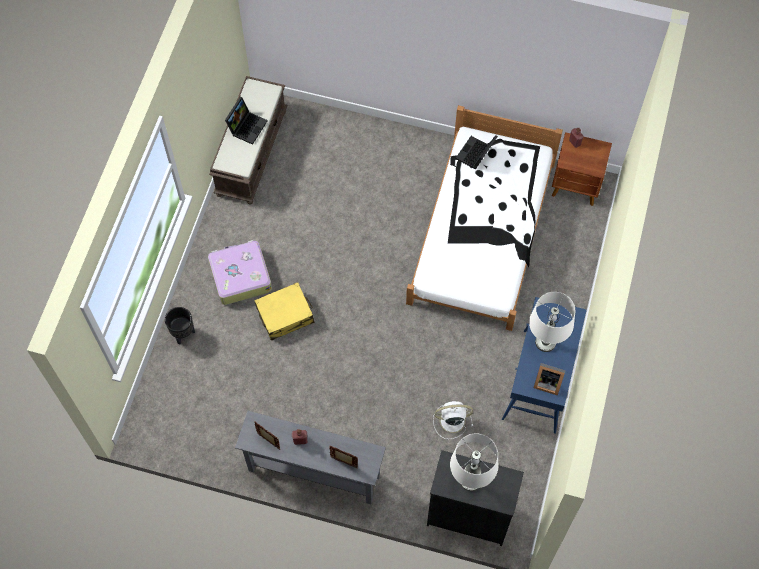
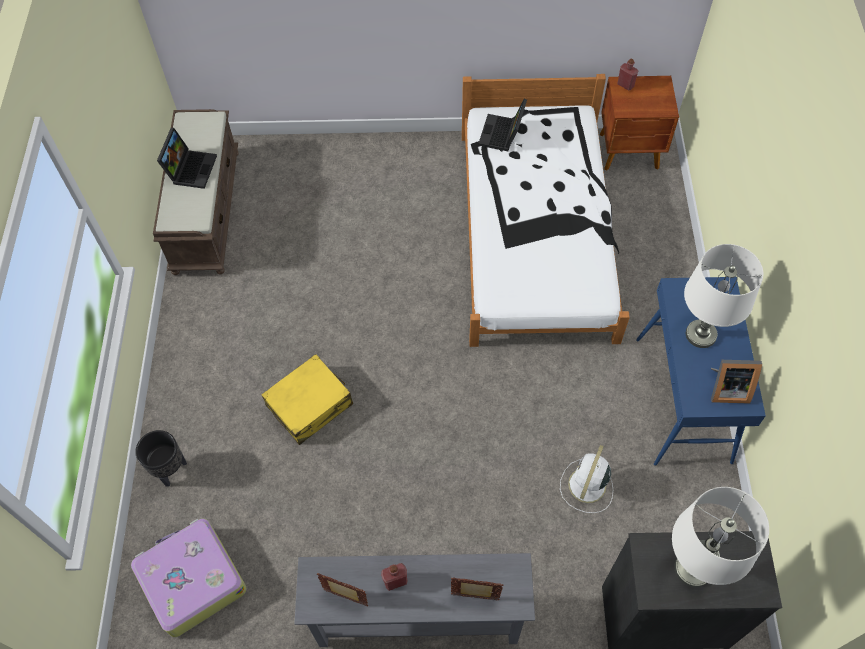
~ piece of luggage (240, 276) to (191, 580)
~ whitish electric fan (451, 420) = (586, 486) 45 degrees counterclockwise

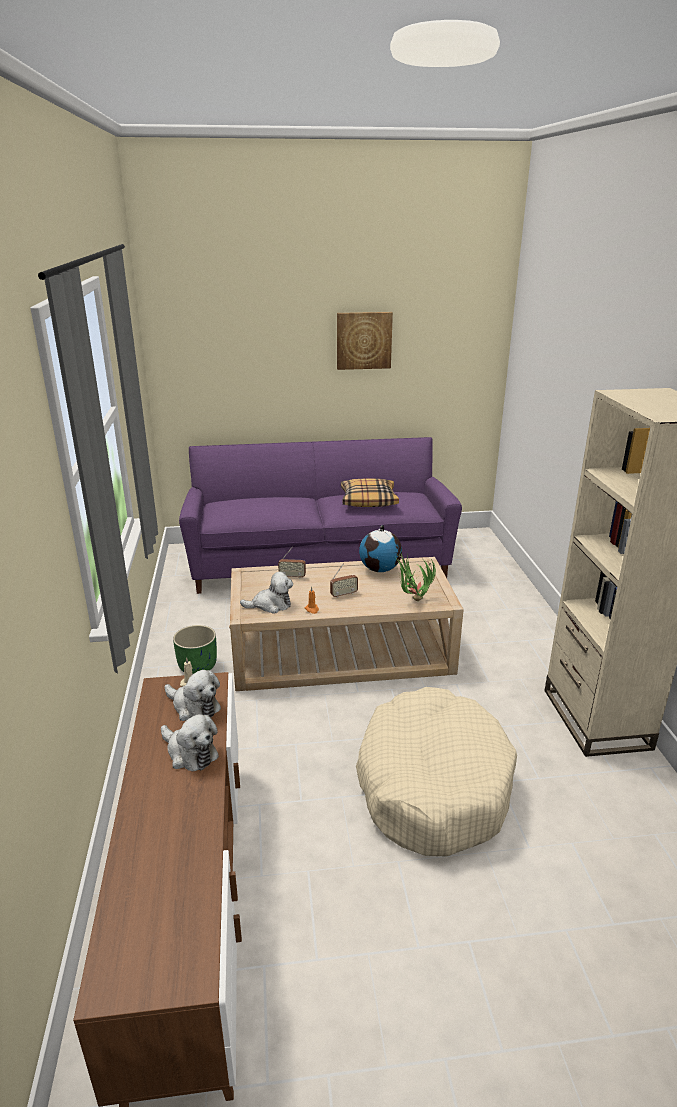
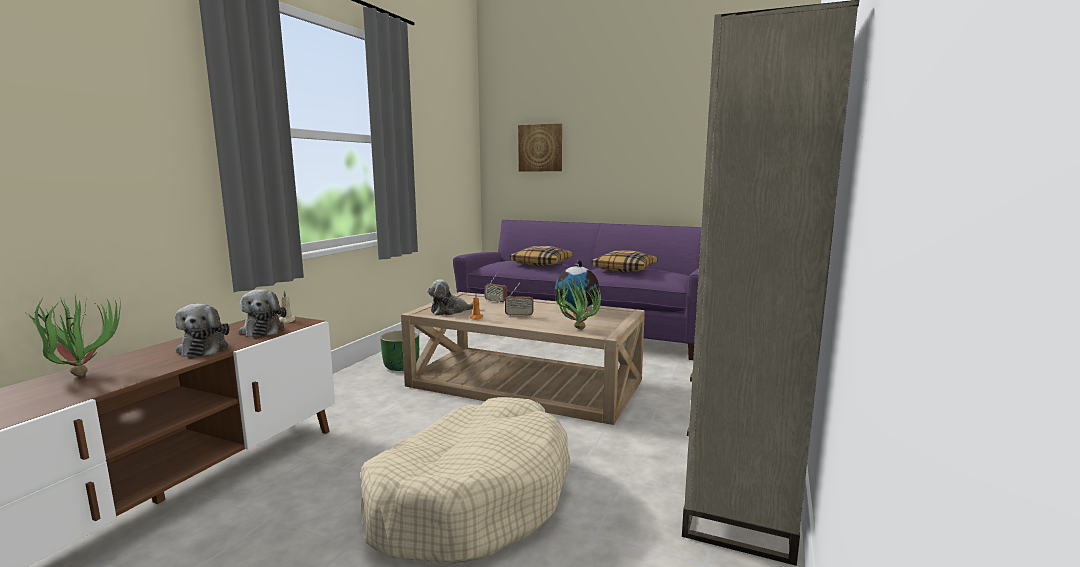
+ houseplant (81, 373)
+ pillow (542, 263)
~ wall picture (364, 340) to (540, 148)
~ cuddly toy (271, 605) = (450, 311) 135 degrees clockwise

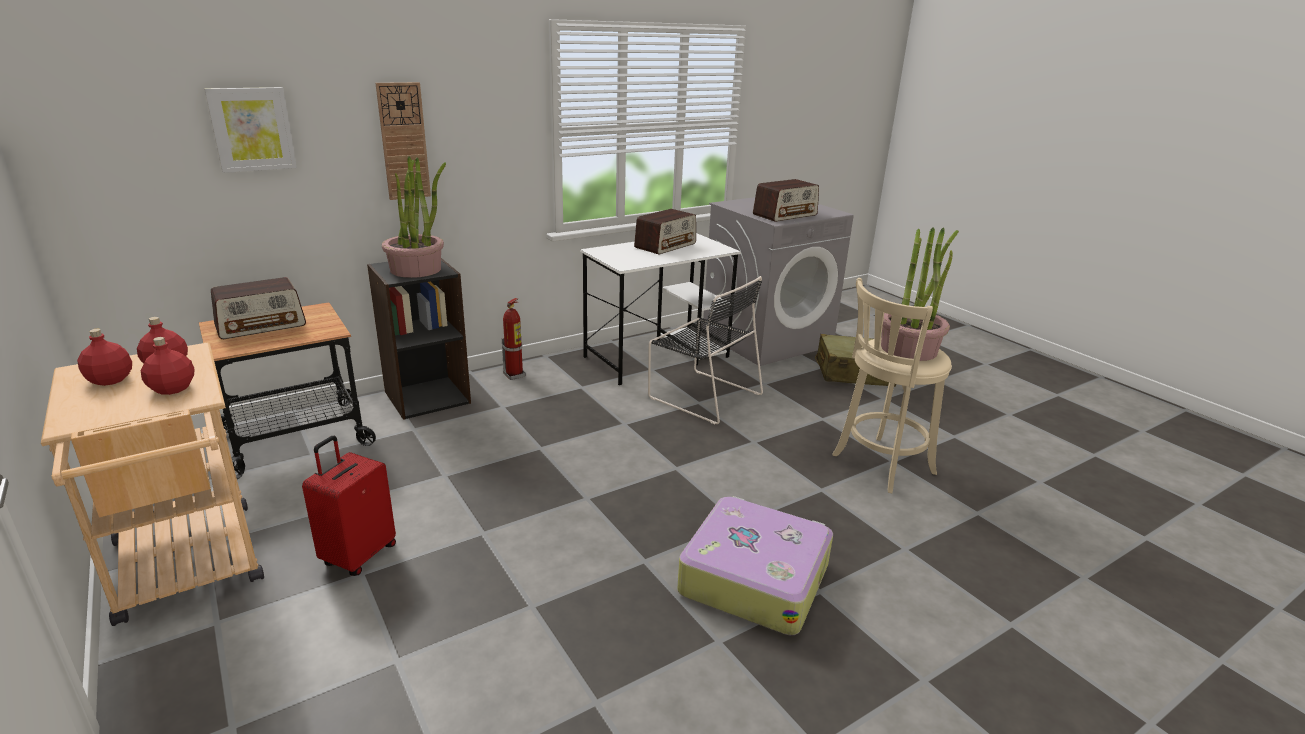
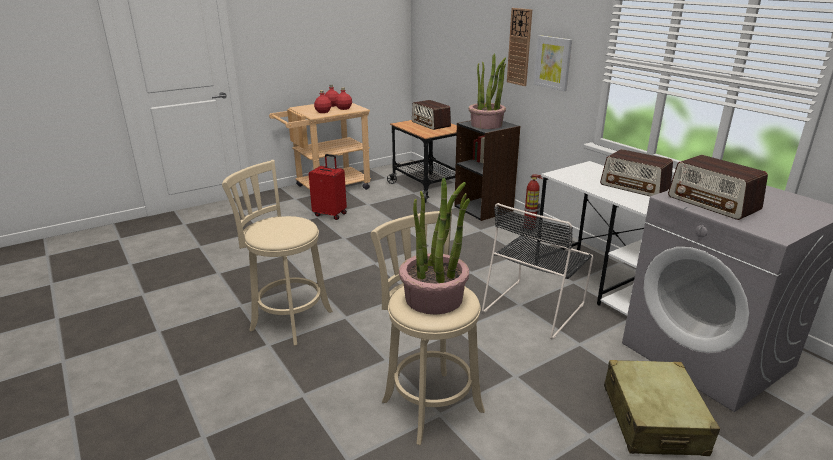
~ wall picture (252, 129) to (553, 62)
~ piece of luggage (753, 577) to sand-coloured stool seat (288, 319)

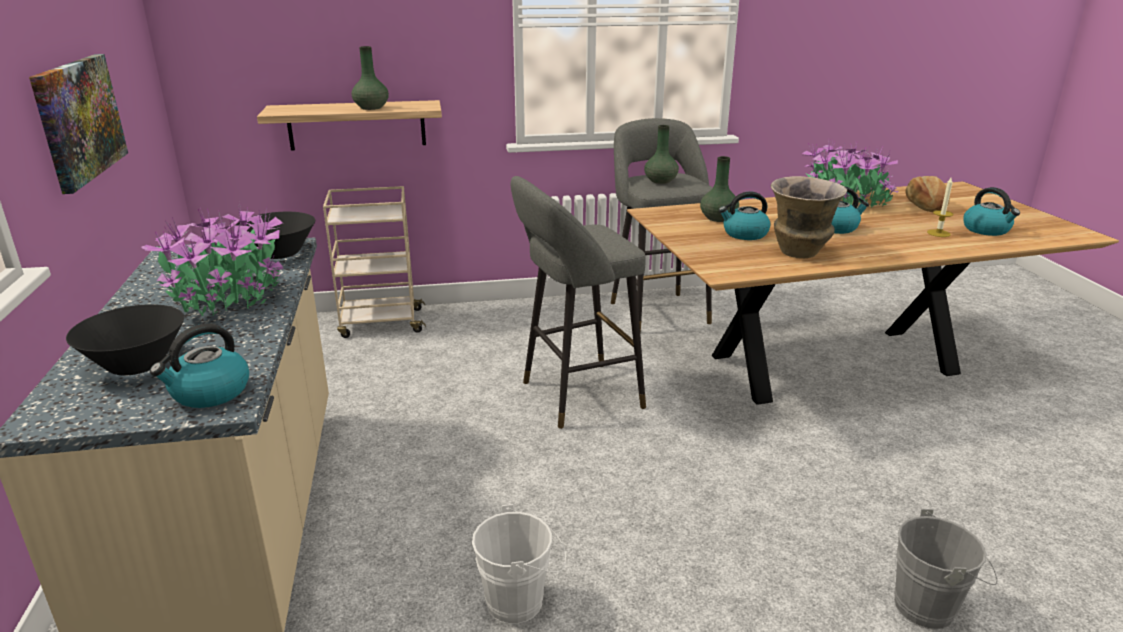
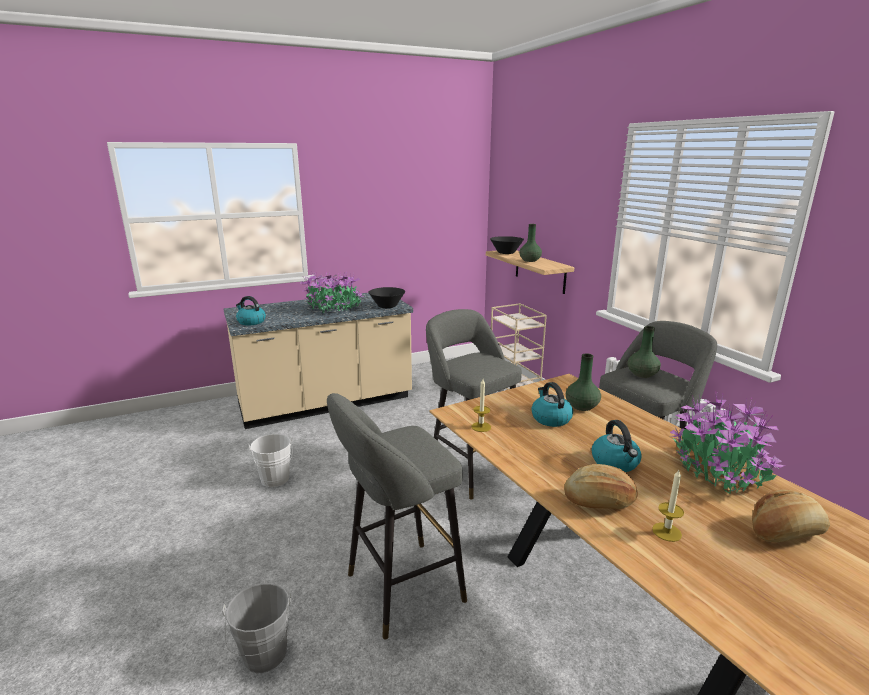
- wall picture (79, 119)
- decorative vase (800, 253)
- water kettle (987, 230)
+ greyish stool seat (398, 590)
+ wax light (481, 427)
+ bakery bread (599, 501)
~ black-coloured deep dish (137, 365) to (506, 253)

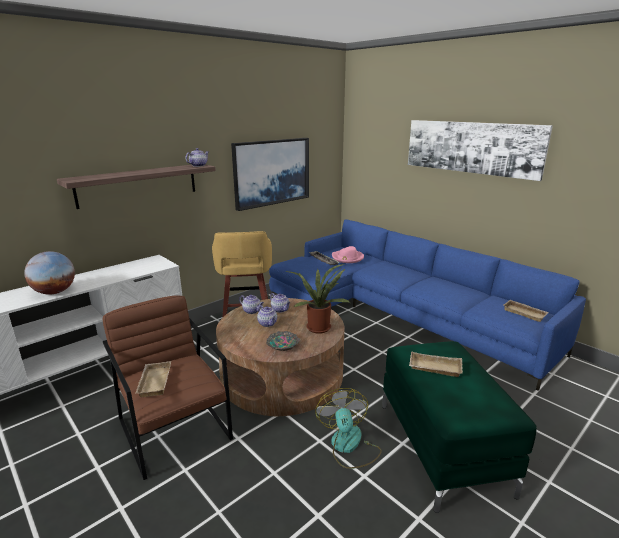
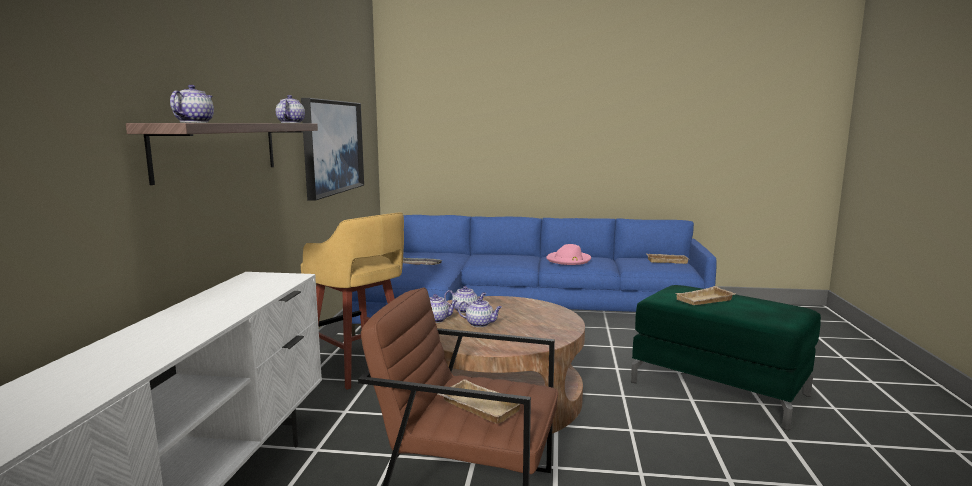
- globe (54, 292)
- deep dish (282, 345)
- houseplant (319, 326)
- electric fan (349, 446)
- wall picture (471, 147)
+ pot for tea (194, 122)
~ pink hat (347, 258) to (569, 260)

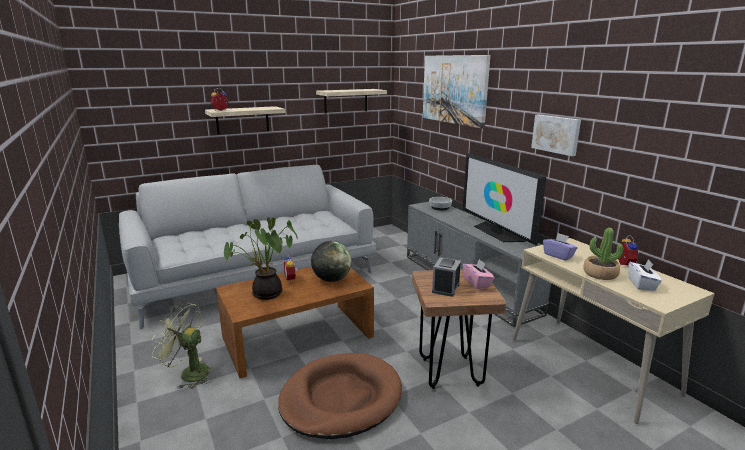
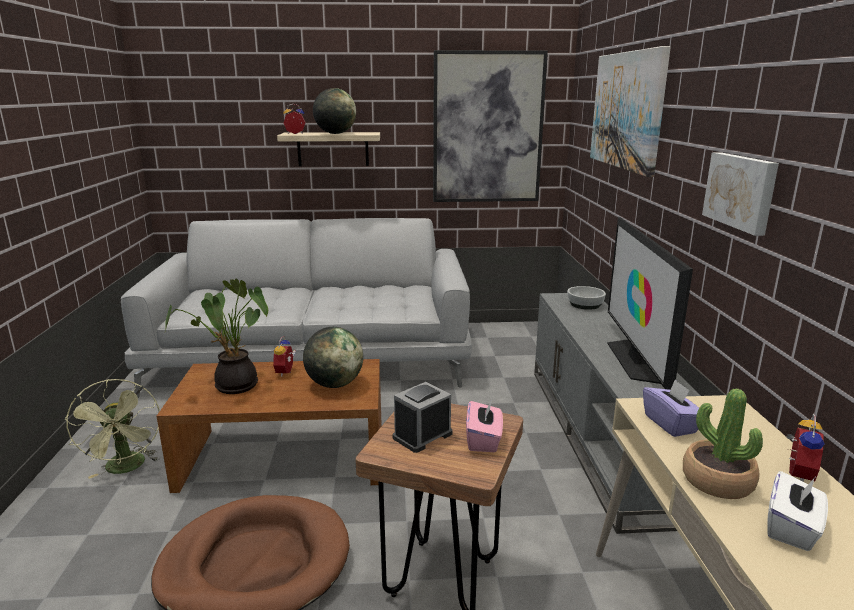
+ globe (335, 133)
~ bracket shelf (346, 101) to wall picture (487, 128)
~ greenish electric fan (188, 373) = (126, 468) 150 degrees counterclockwise

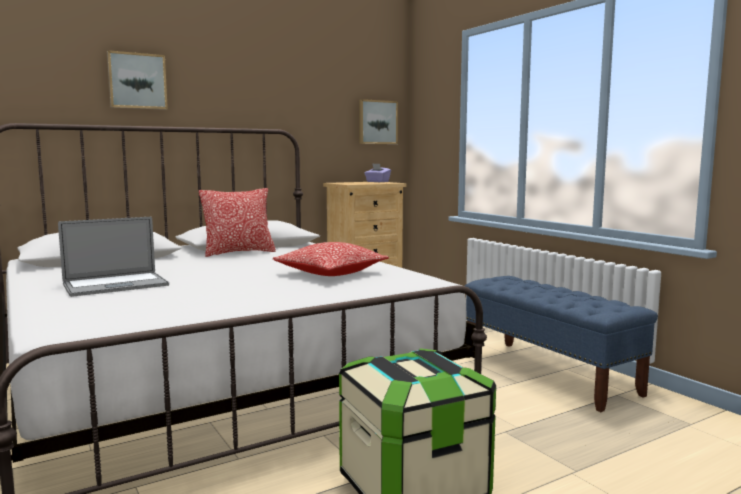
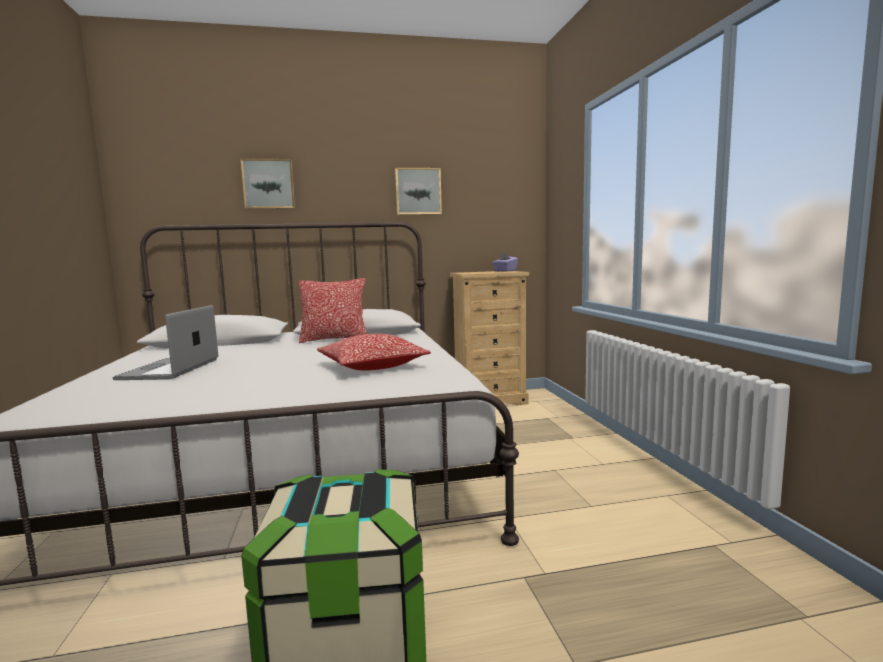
- blue-coloured long seat (548, 373)
~ wall picture (377, 122) to (418, 191)
~ laptop (116, 285) = (170, 369) 105 degrees clockwise

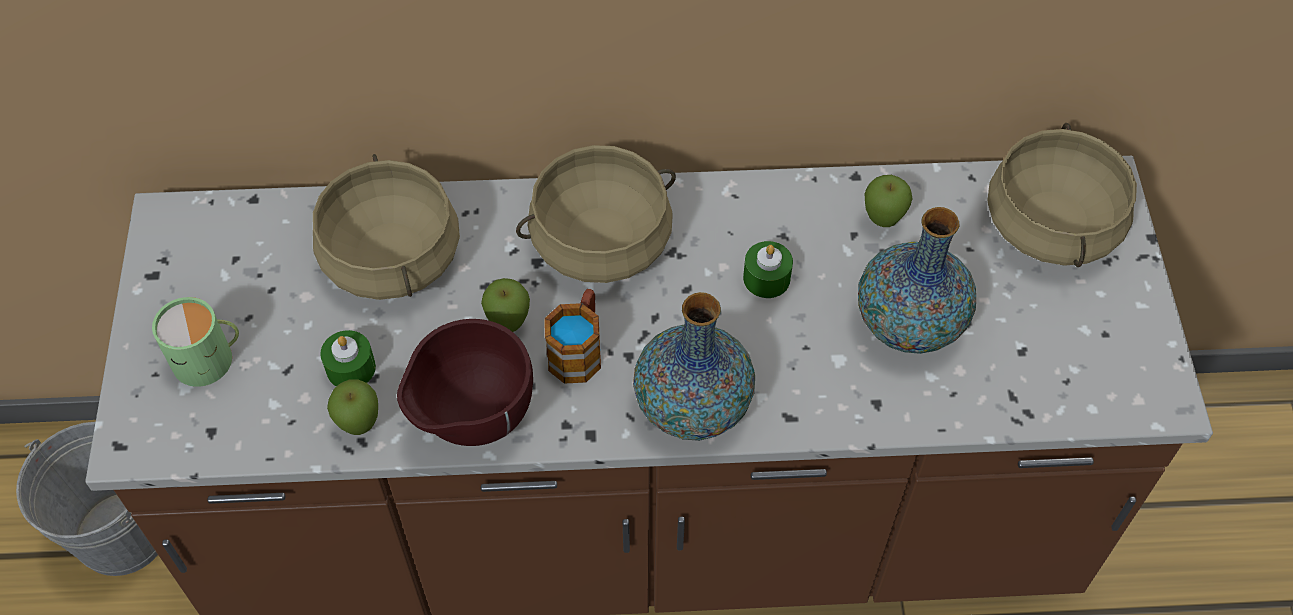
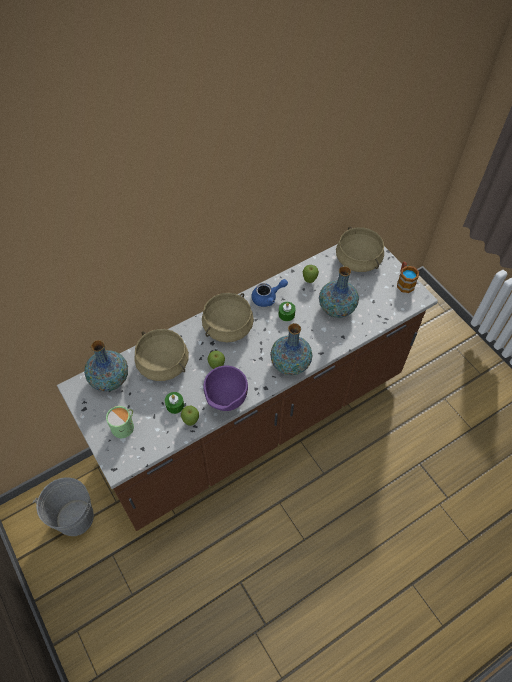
+ decorative vase (109, 379)
+ blue-coloured pot for tea (267, 298)
~ tea mug (578, 349) to (404, 282)
~ brown deep dish (471, 420) to purple-coloured deep dish (225, 402)

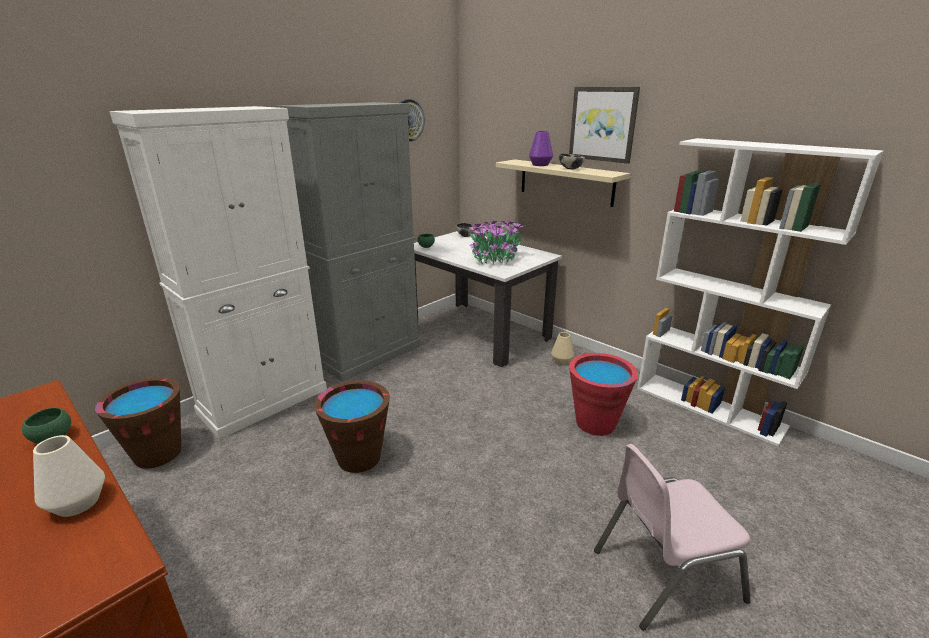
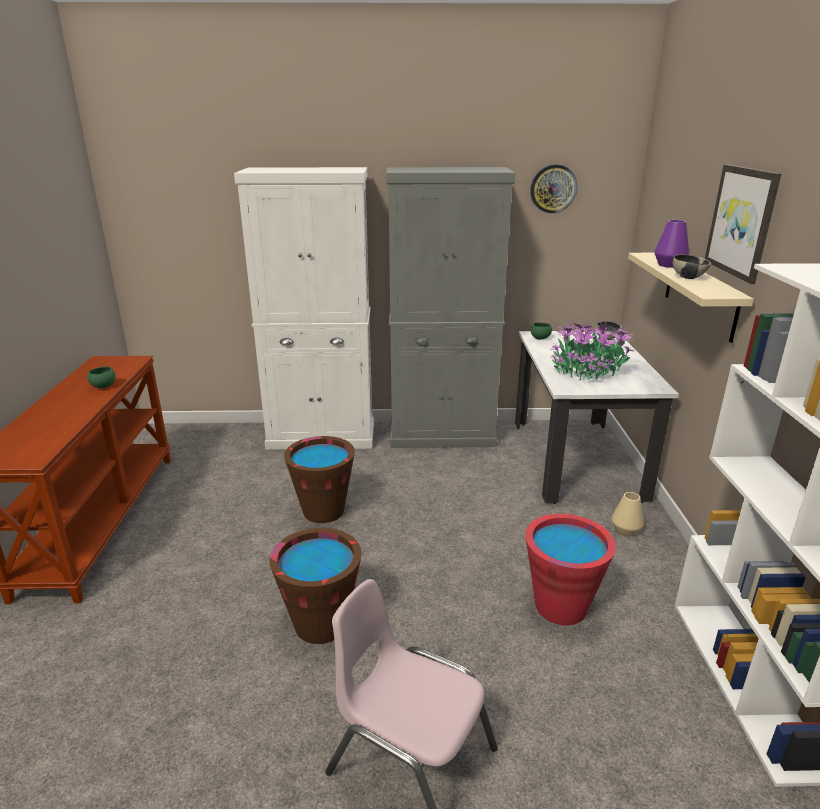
- whitish decorative vase (78, 503)
~ brown water bucket (158, 454) to (321, 624)

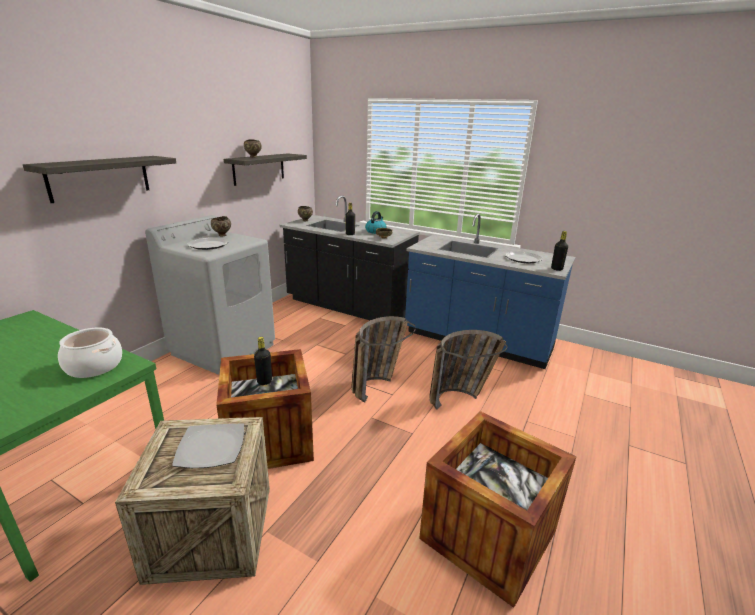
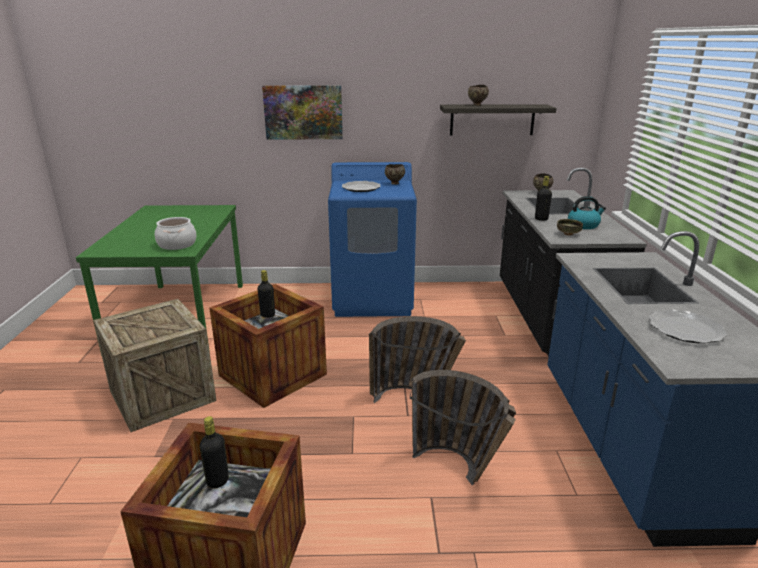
- dinner plate (210, 447)
~ black-coloured drink bottle (556, 269) to (217, 481)
~ bracket shelf (100, 178) to wall picture (303, 112)
~ greyish laundry appliance (224, 349) to blue-coloured laundry appliance (373, 299)

